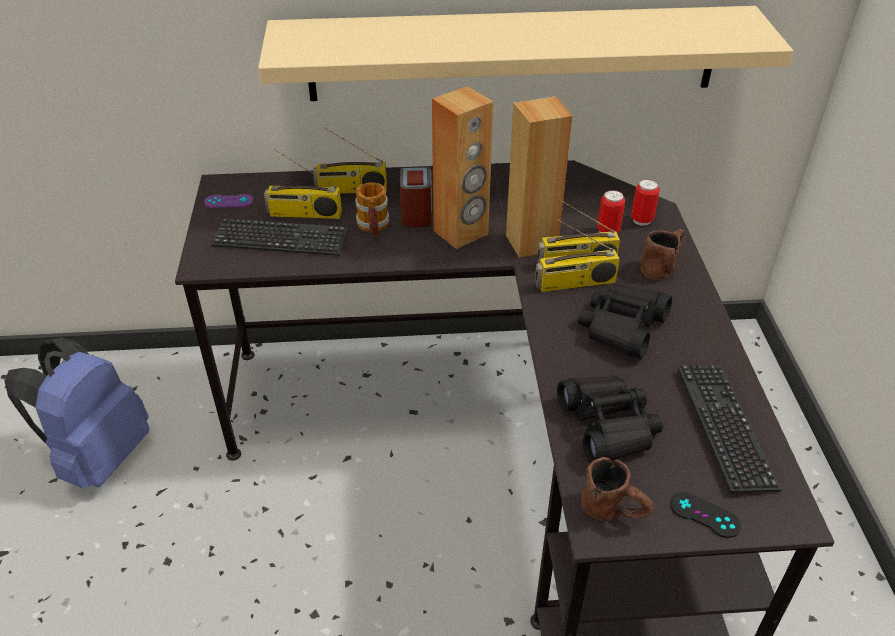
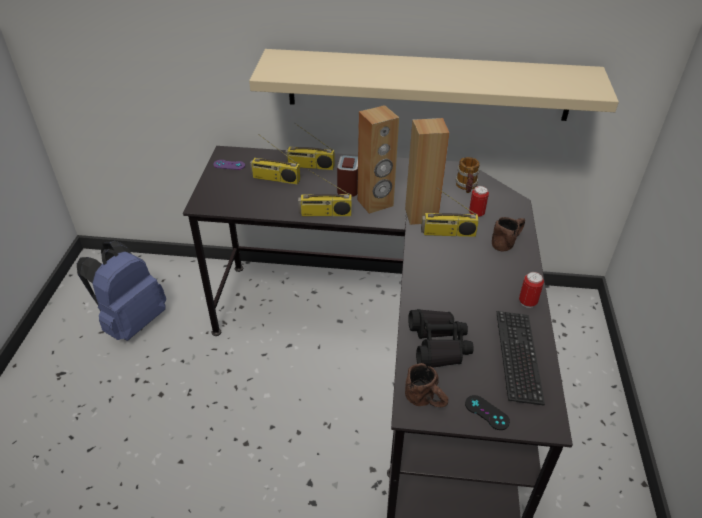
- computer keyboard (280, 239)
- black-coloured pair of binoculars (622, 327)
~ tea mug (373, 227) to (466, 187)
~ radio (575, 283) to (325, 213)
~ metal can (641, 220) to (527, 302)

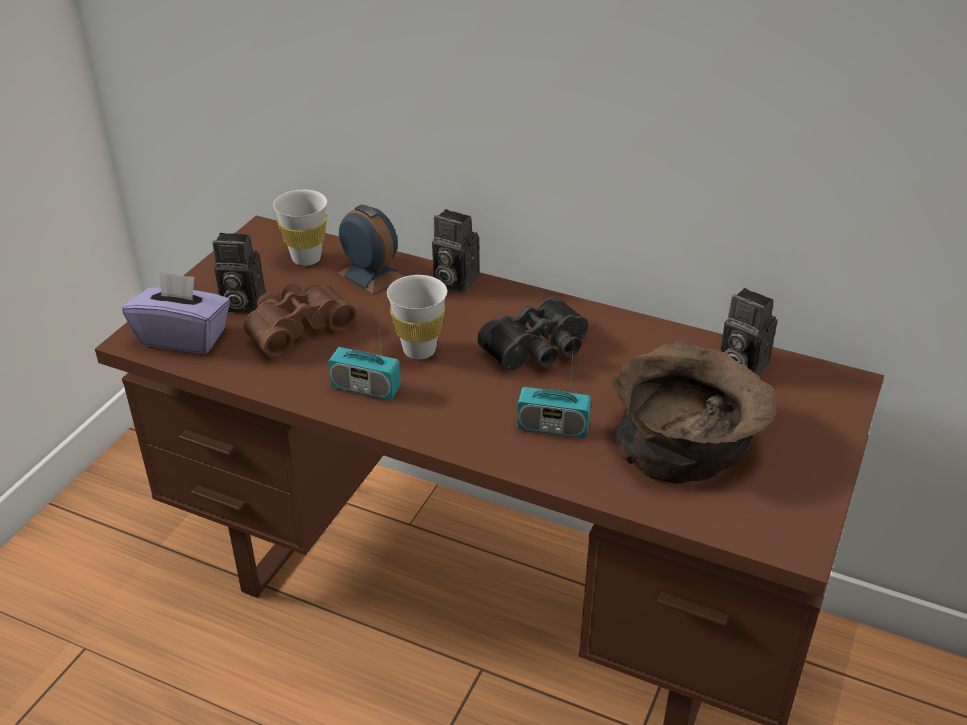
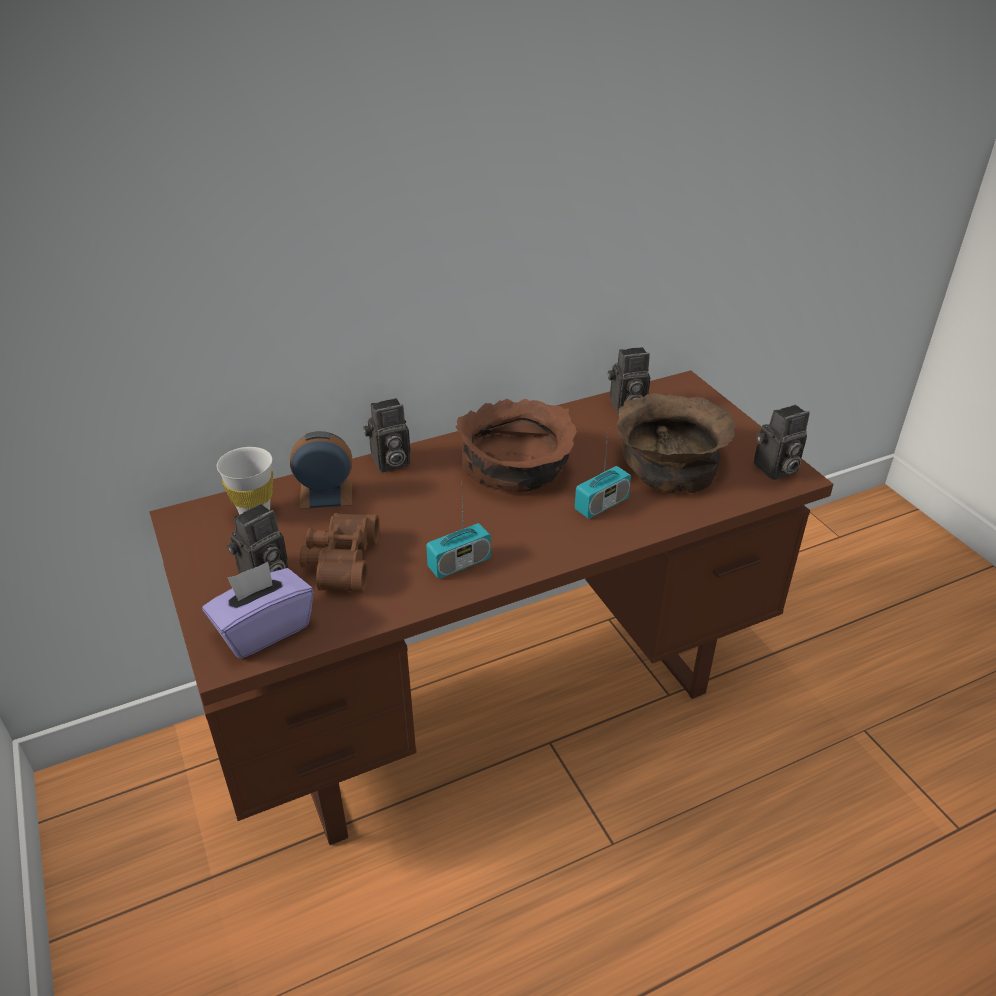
- whitish cup (419, 350)
+ still camera (775, 470)
~ black-coloured pair of binoculars (539, 351) to brown deep dish (517, 469)

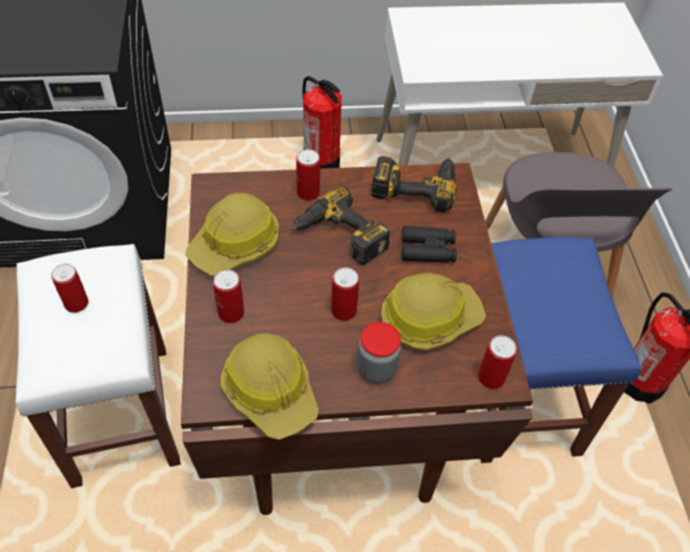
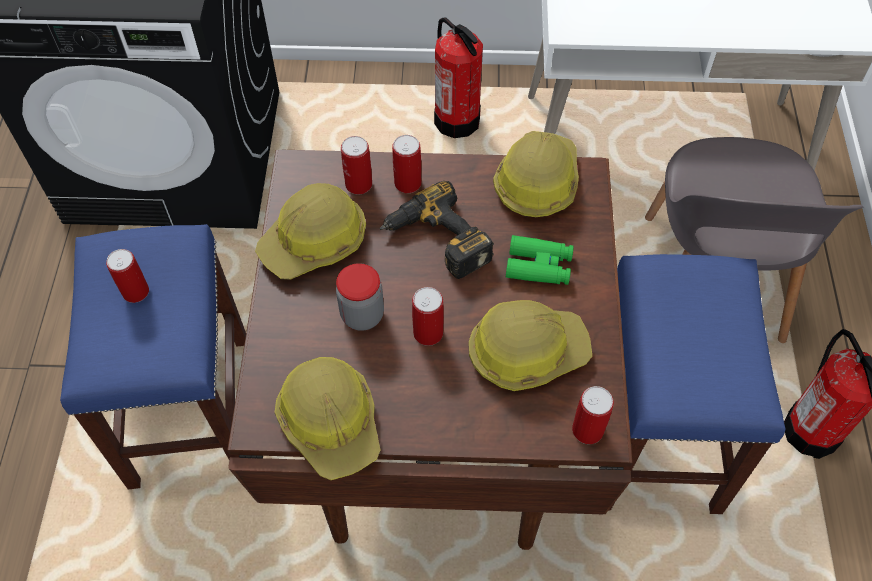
~ metal can (231, 313) to (358, 184)
~ storage jar (376, 369) to (362, 315)
~ power drill (415, 184) to work helmet (537, 182)
~ whitish stool seat (120, 413) to blue-coloured stool seat (189, 408)
~ black-coloured pair of binoculars (428, 249) to greenish pair of binoculars (539, 266)

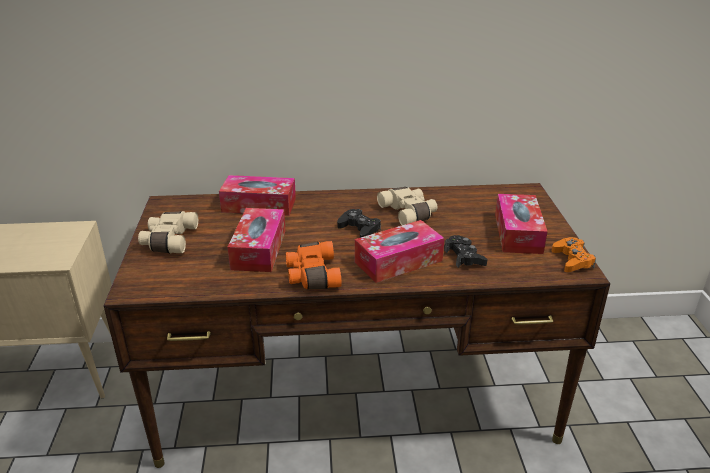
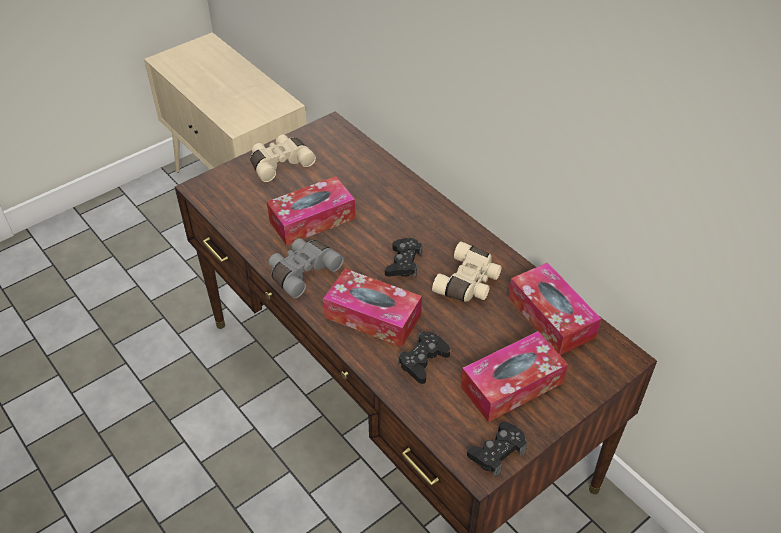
~ box of tissues (259, 205) to (551, 317)
~ orange-coloured pair of binoculars (311, 275) to greyish pair of binoculars (302, 271)
~ orange-coloured game controller (572, 260) to black-coloured game controller (497, 452)

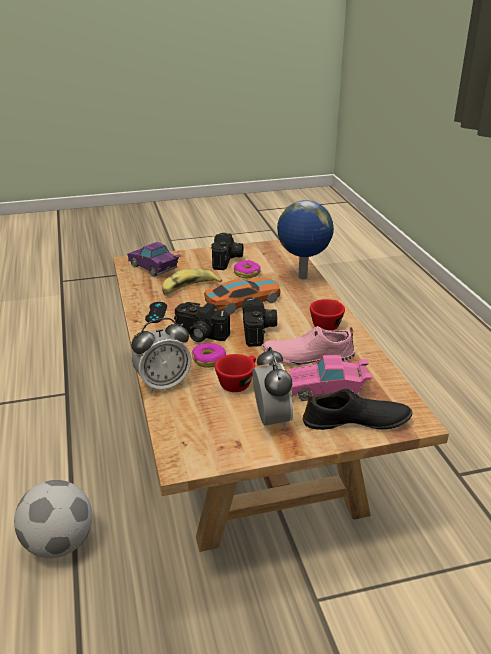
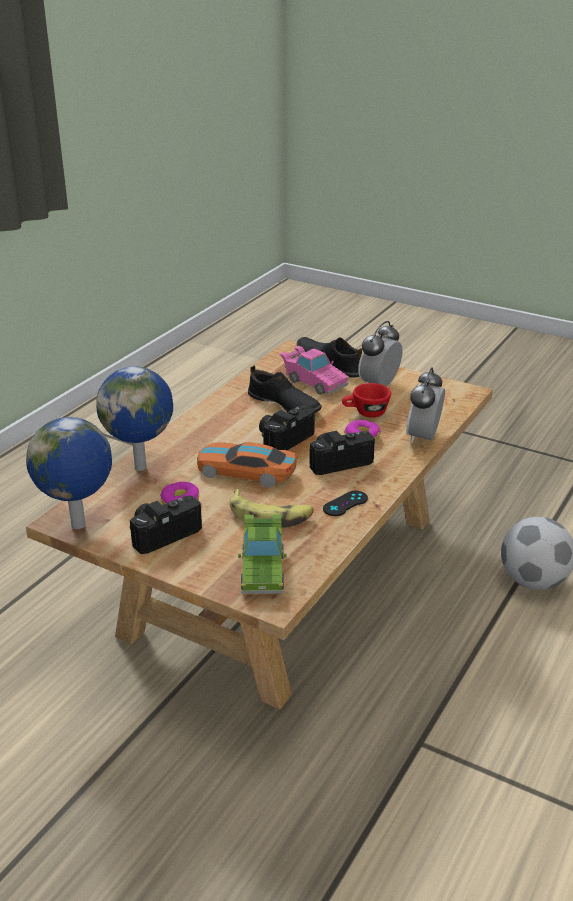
- reddish cup (327, 324)
+ globe (79, 526)
~ purple-coloured miniature car (155, 269) to greenish miniature car (262, 568)
~ pink low shoe (307, 356) to black-coloured low shoe (284, 405)
~ alarm clock (163, 384) = (423, 437) 90 degrees counterclockwise
~ still camera (199, 335) = (338, 460) 90 degrees counterclockwise

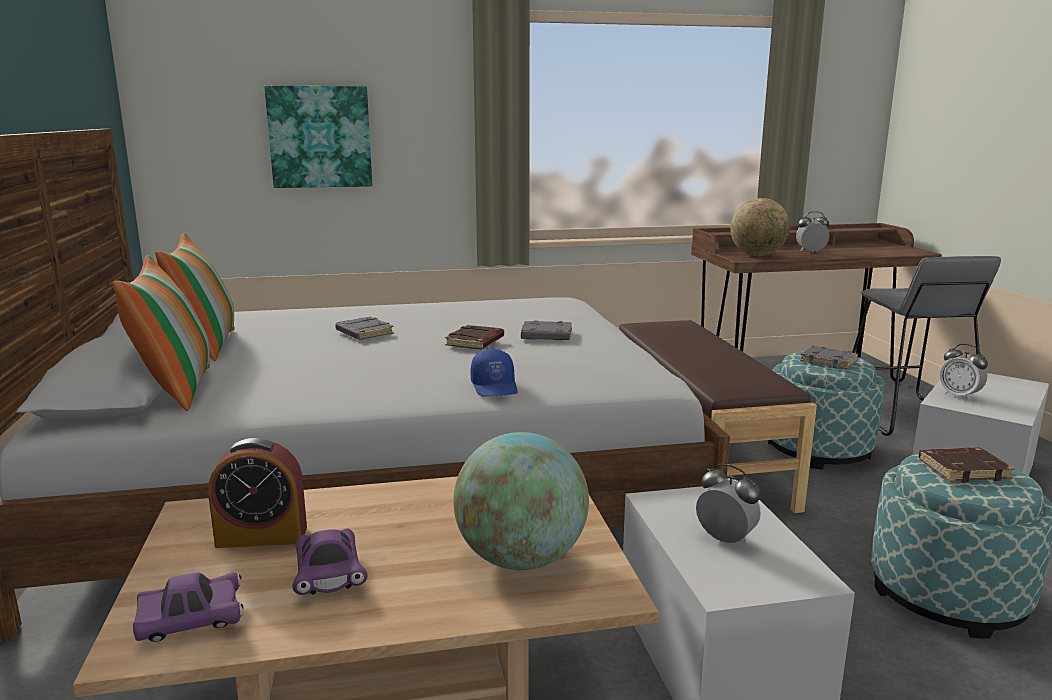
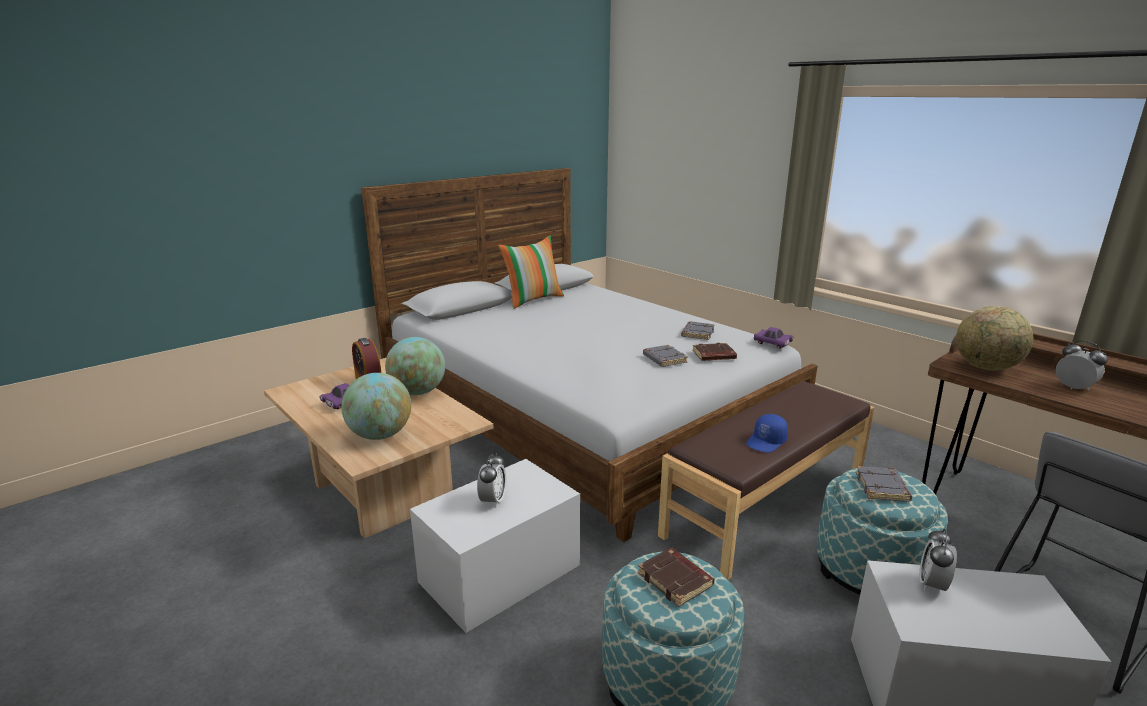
- pillow (175, 389)
- wall picture (320, 137)
+ globe (418, 392)
~ purple-coloured miniature car (191, 623) to (772, 344)
~ greyish bound book (363, 333) to (697, 333)
~ brown bound book (475, 342) to (713, 356)
~ blue-coloured peaked cap (495, 387) to (766, 442)

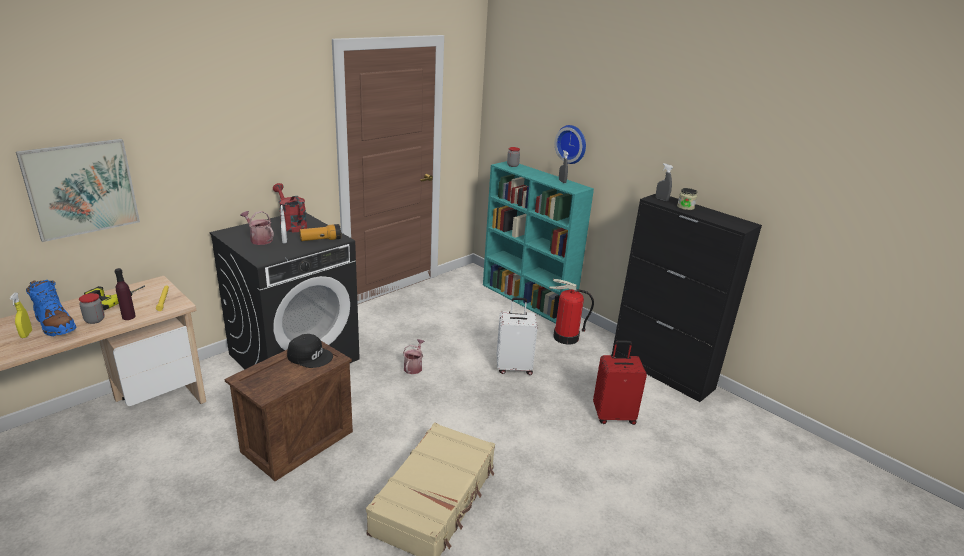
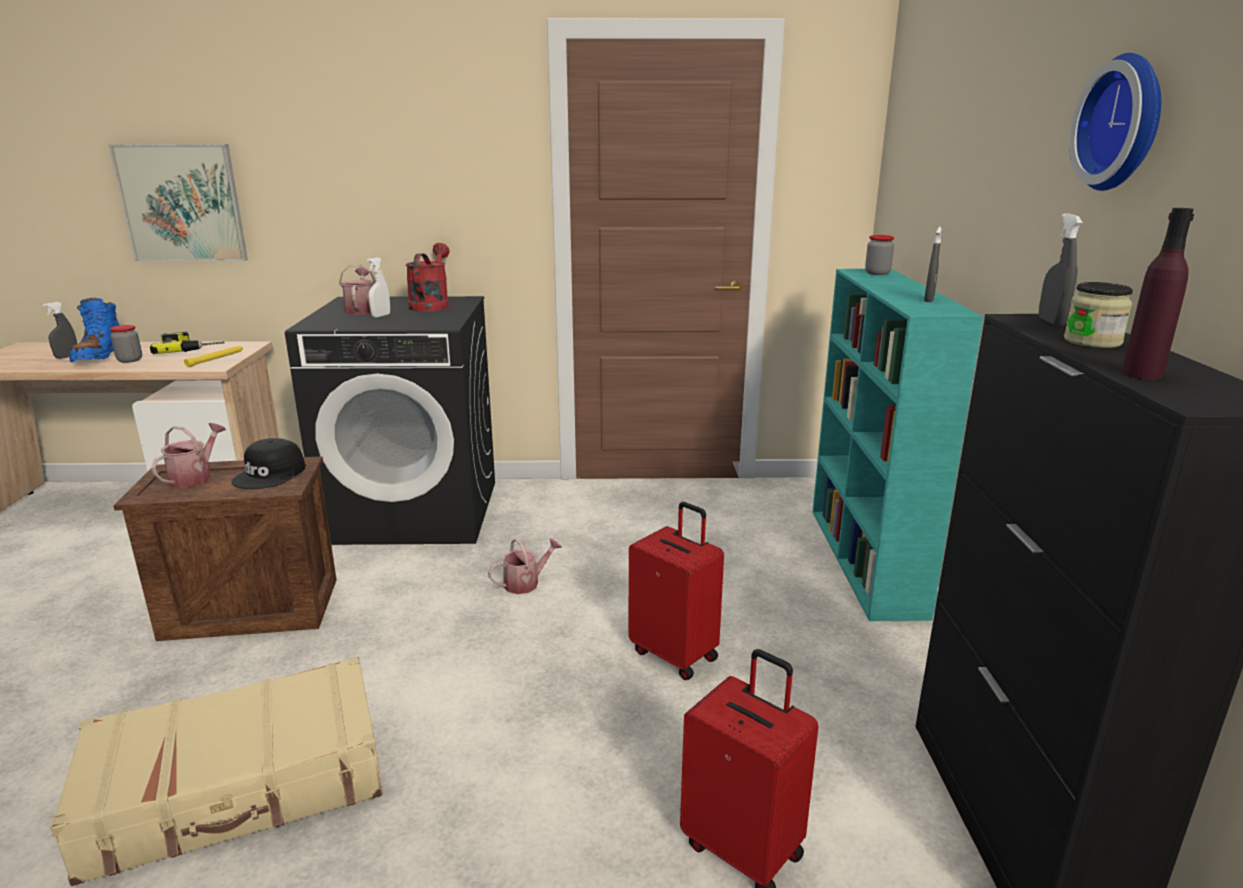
- hand torch (320, 240)
- extinguisher (565, 337)
+ watering can (194, 477)
~ purple-coloured drink bottle (129, 317) to (1141, 374)
~ wall clock (572, 144) to (1125, 123)
~ yellow hand sprayer (26, 334) to greyish hand sprayer (67, 357)
~ whitish piece of luggage (514, 367) to reddish piece of luggage (675, 654)
~ black-coloured peaked cap (310, 356) = (270, 474) 45 degrees clockwise

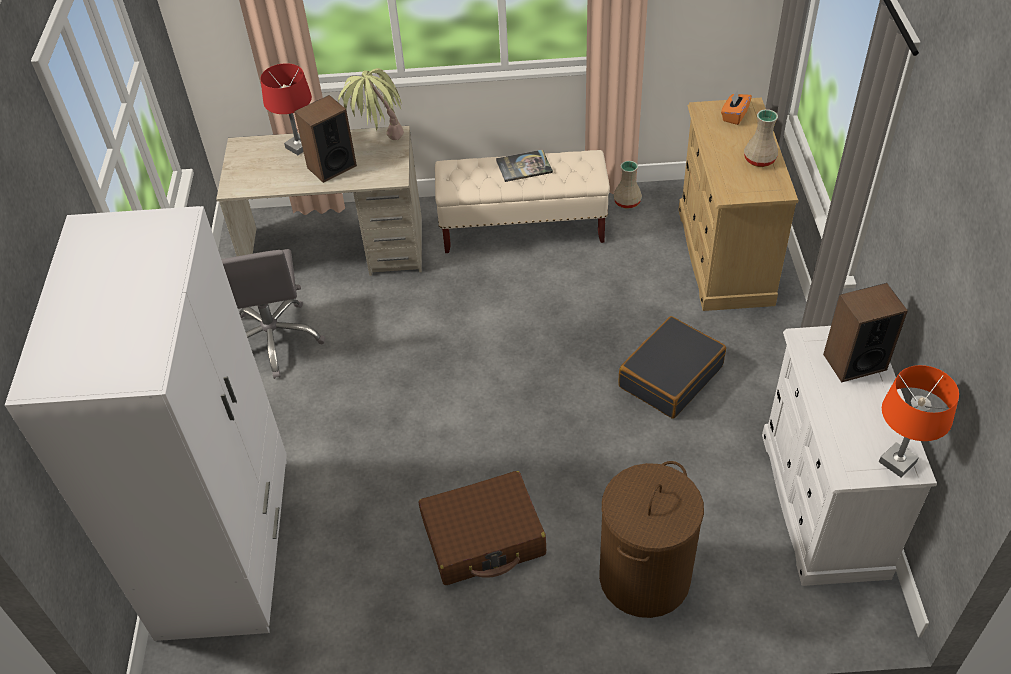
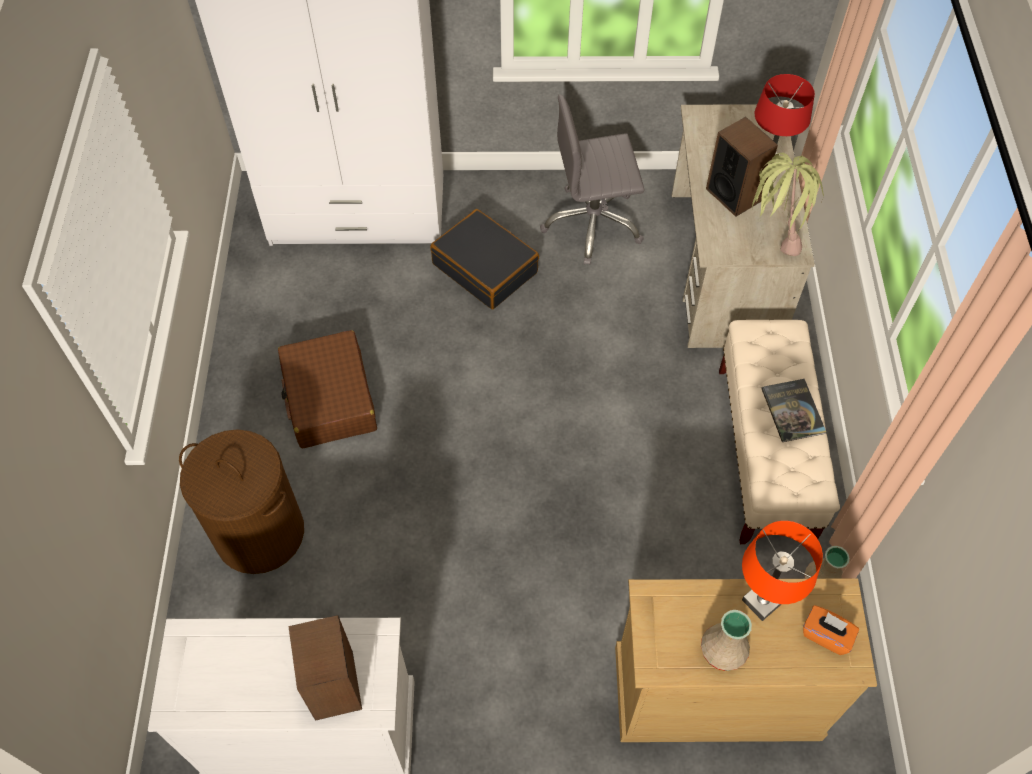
~ black-coloured piece of luggage (670, 376) to (485, 268)
~ orange-coloured tabletop lamp (897, 462) to (761, 602)

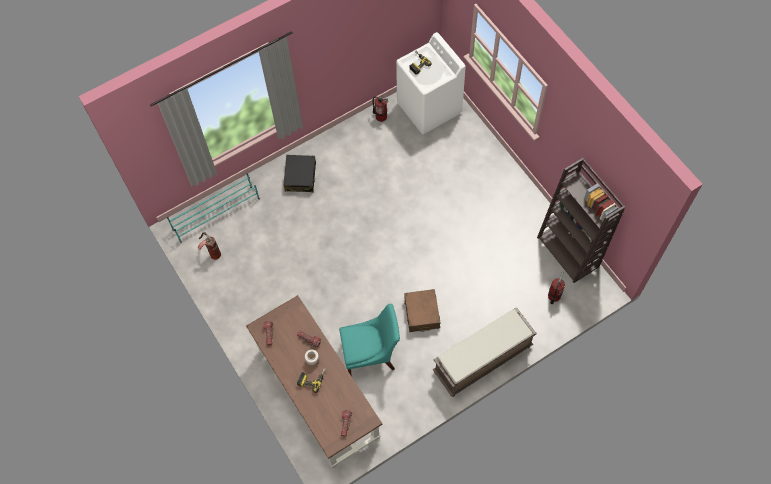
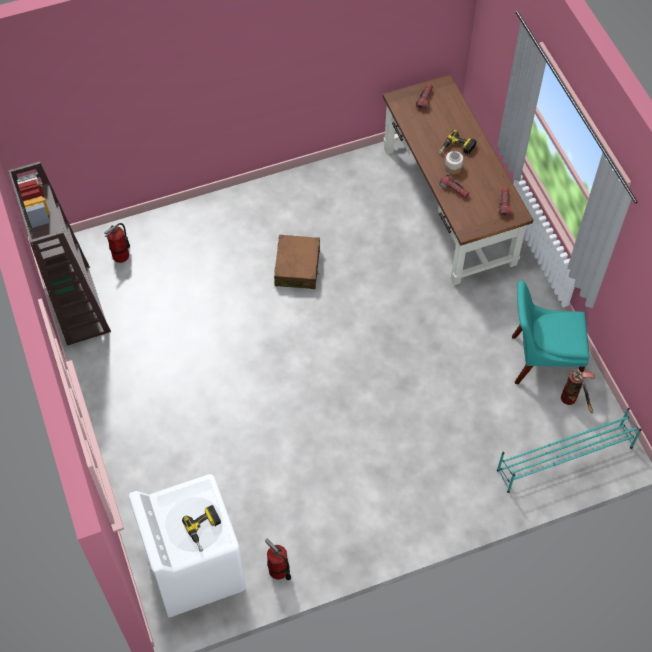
- black-coloured piece of luggage (300, 177)
- brown long seat (482, 360)
~ turquoise chair (371, 354) to (540, 359)

